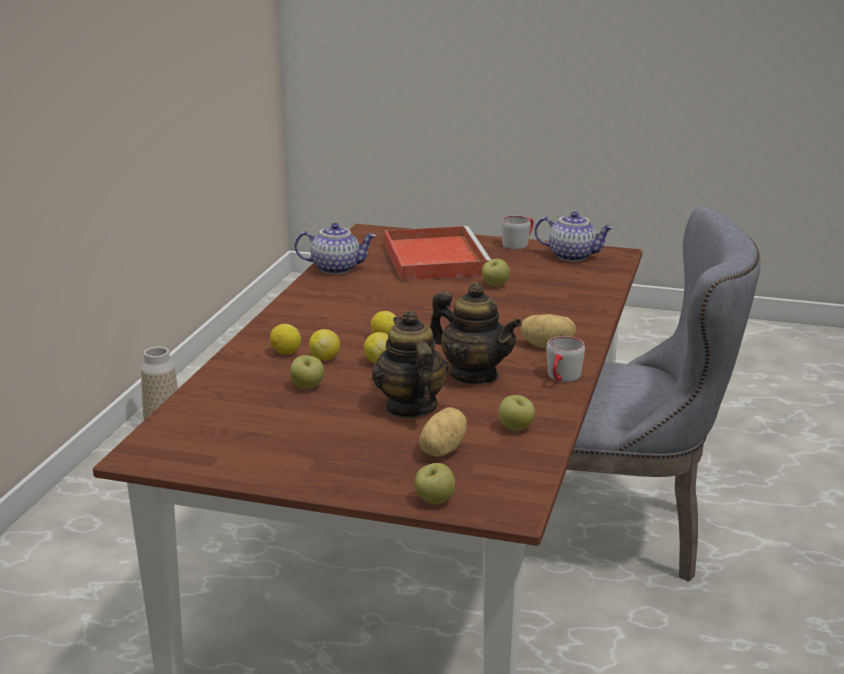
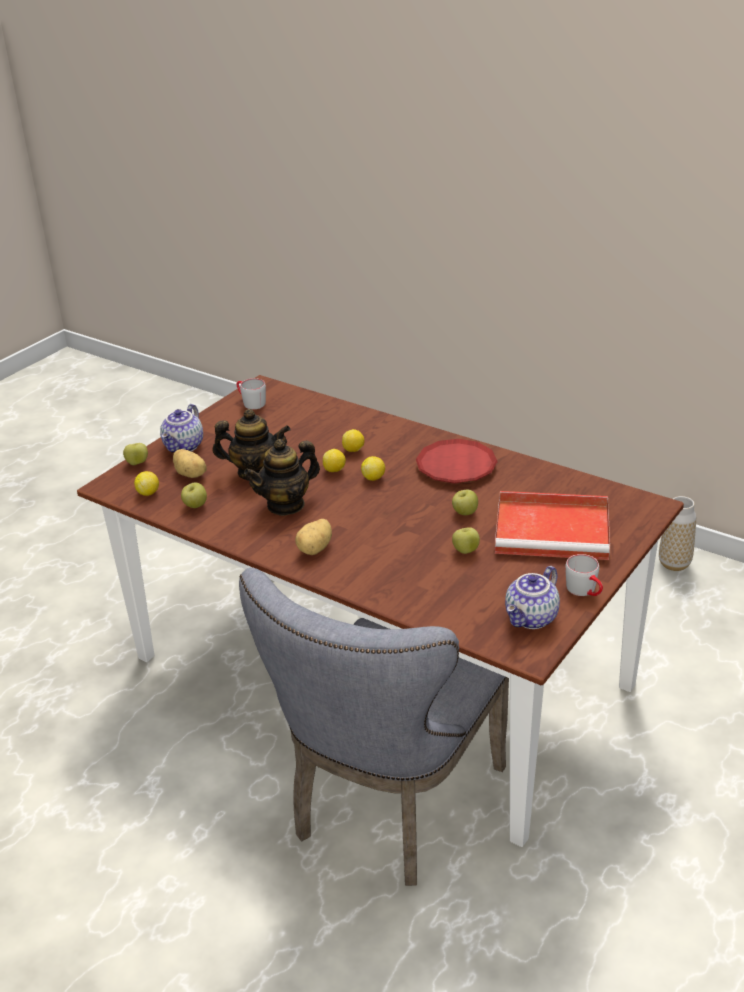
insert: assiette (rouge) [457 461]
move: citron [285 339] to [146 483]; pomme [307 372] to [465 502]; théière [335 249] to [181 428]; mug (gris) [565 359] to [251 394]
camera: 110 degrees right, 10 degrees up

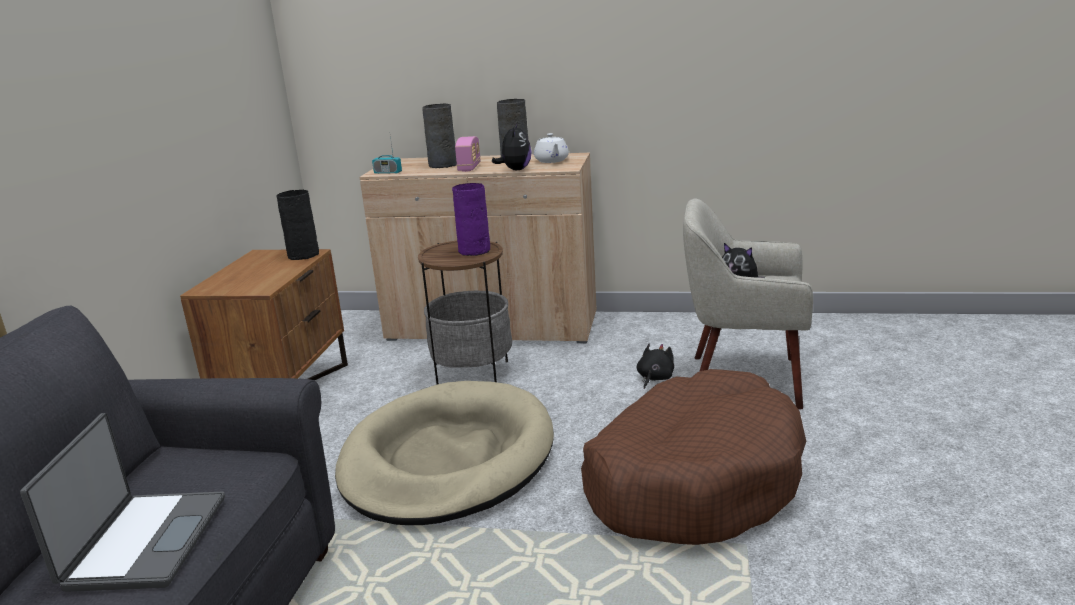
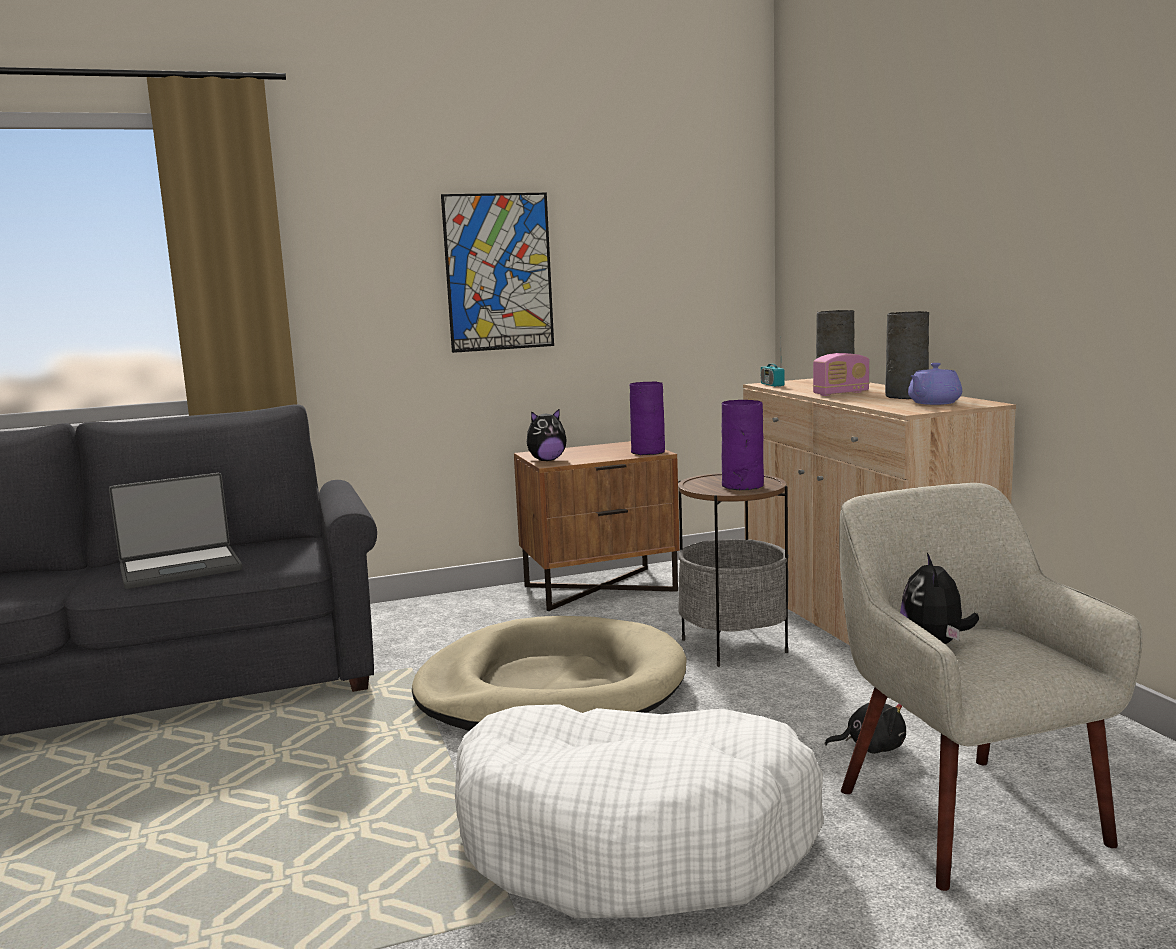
insert: tableau [497 272]
move: peluche [511 146] to [547 434]
recolor: vase (noir) [297 225] to vase (violet) [647 418]; théière (blanc) [551 148] to théière (violet) [935 384]; panier pour chien (marron) [693 457] to panier pour chien (blanc) [639 811]
camera: 60 degrees right, 10 degrees down

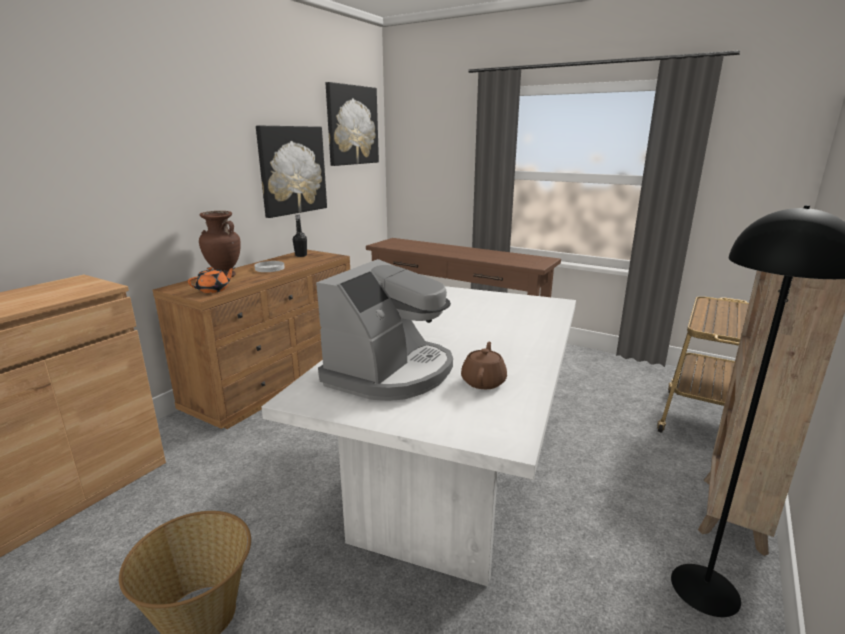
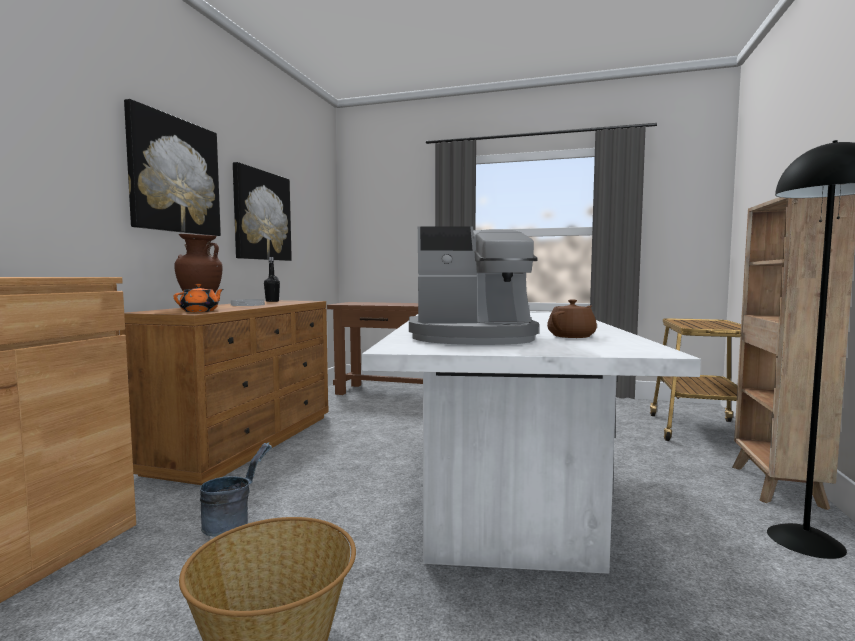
insert: seau (gris) [236 489]
move: tableau [352 124] to [172 167]
rotate: machine à café [384 330] = [474 285] 75 degrees clockwise; théière (marron) [484 365] = [572 318] 45 degrees clockwise
camera: 15 degrees left, 15 degrees down

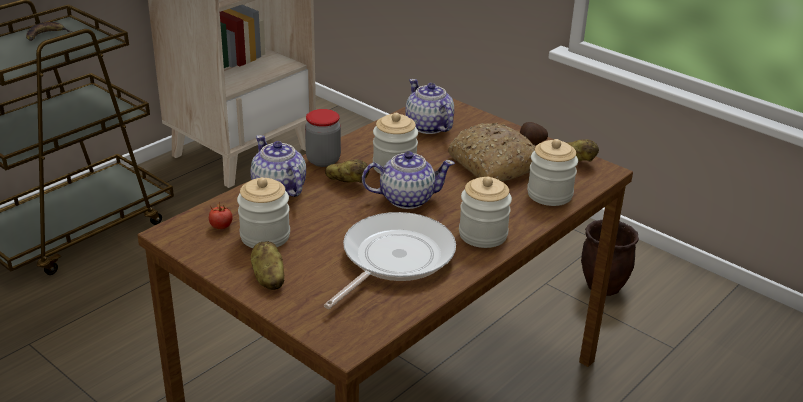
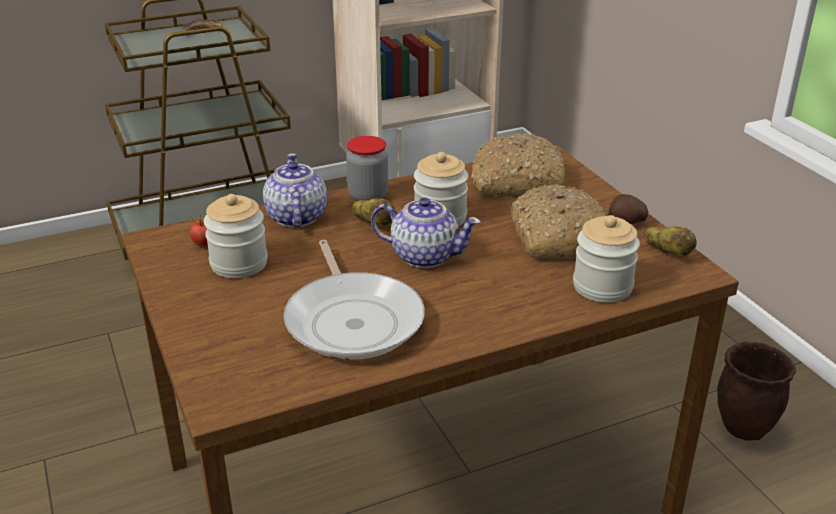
delete: pomme de terre [267 265]; bocal [485 212]
replace: théière [429 106] to pain [518 164]
rotate: poêle [390 260] = [354 300] 105 degrees clockwise
camera: 25 degrees right, 0 degrees up

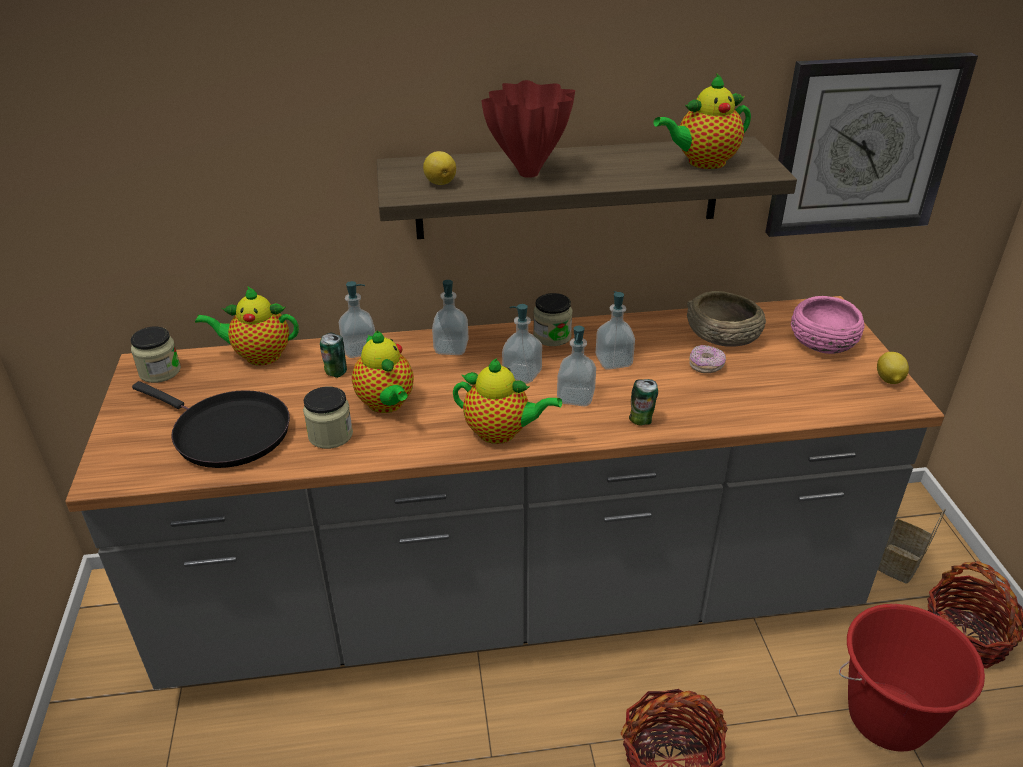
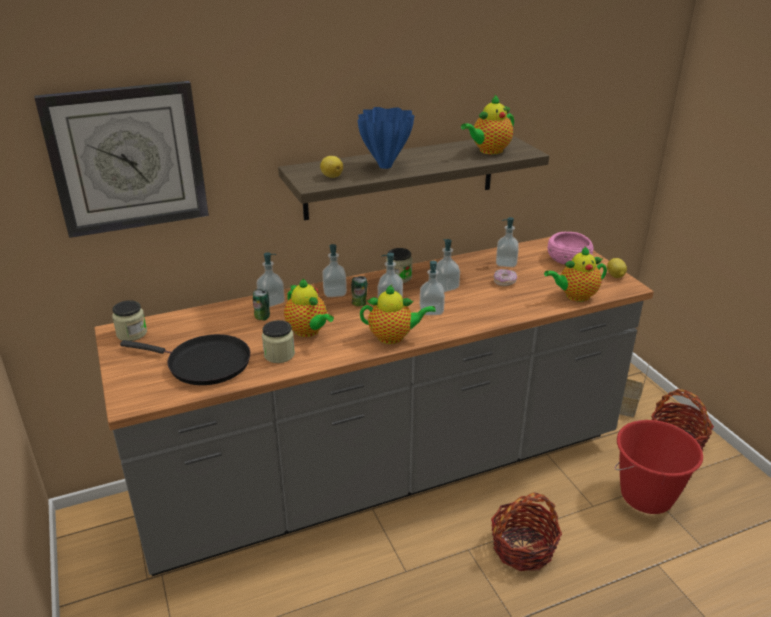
move: théière [247 325] to [575 274]; boîte métallique [643 402] to [359 291]; horloge murale [871 144] to [121 159]
replace: bol (beige) [726 319] to distributeur de savon [507 242]
recolor: vase (rouge) [528 129] to vase (bleu) [386 138]
camera: 15 degrees left, 5 degrees down

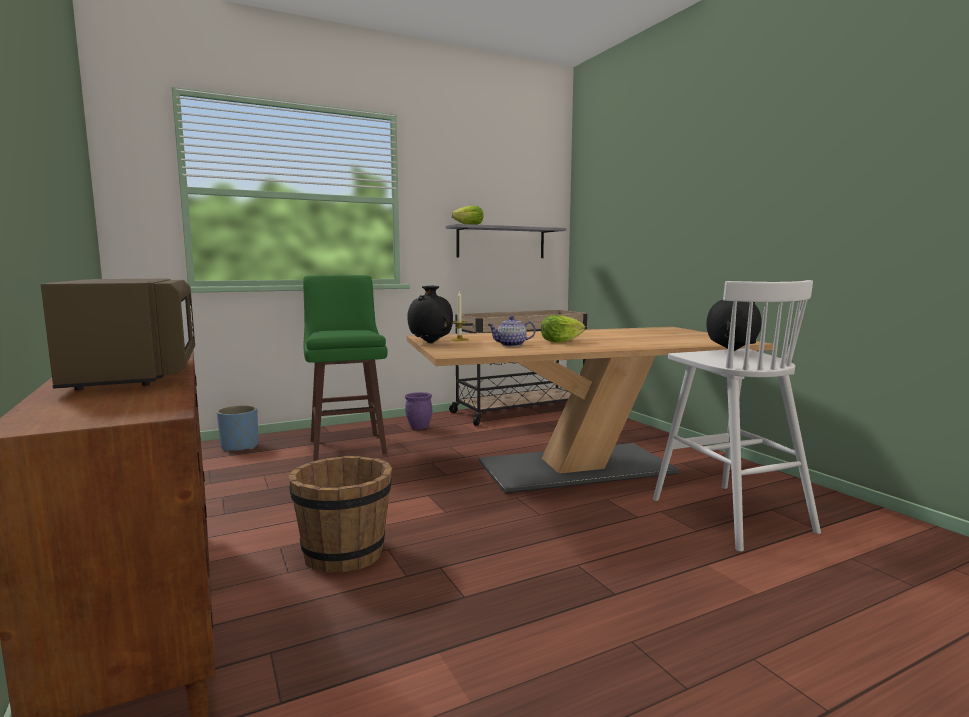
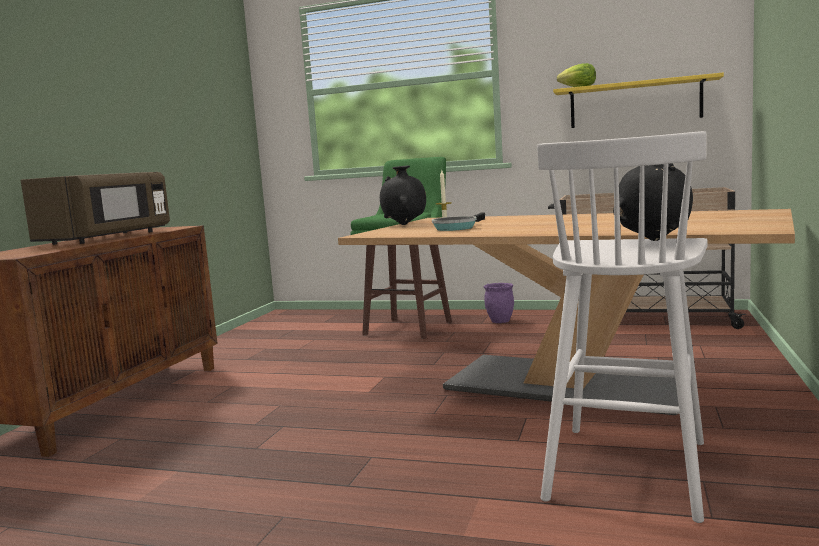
delete: cache-pot (bleu) [237 428]; seau (marron) [340 514]; laitue [563 329]
replace: théière [511 331] to poêle [458 221]
recolor: étagère (gris) [506 241] to étagère (jaune) [638 100]
camera: 45 degrees right, 0 degrees up

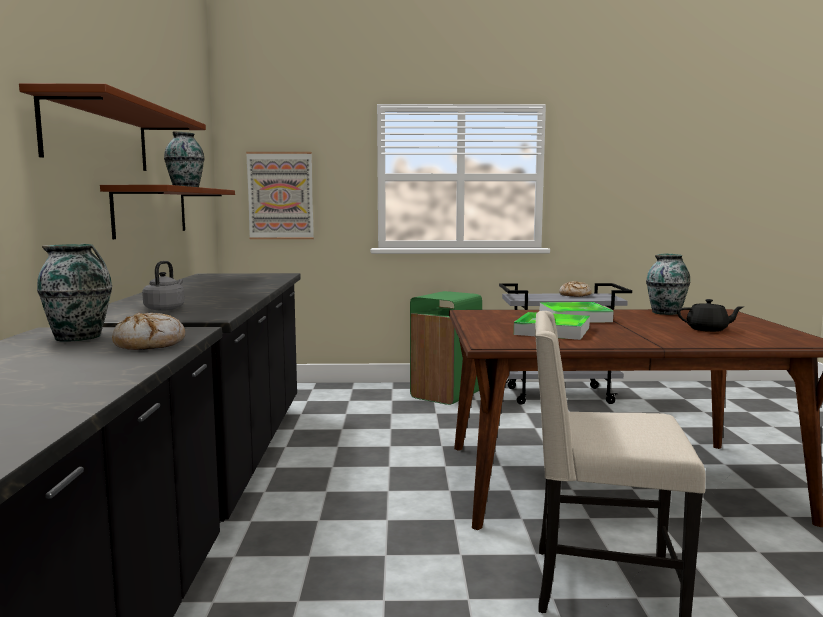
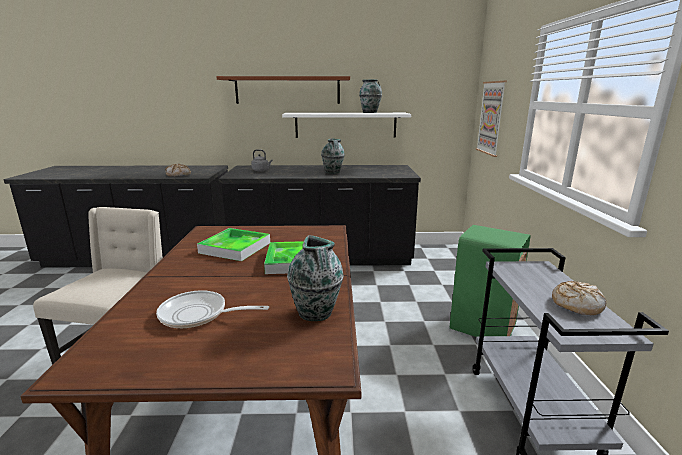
move: vase [74 293] to [333 155]
replace: théière (noir) [710 315] to poêle [212 309]
recolor: étagère (marron) [167 212] to étagère (blanc) [346 125]
camera: 90 degrees right, 10 degrees up

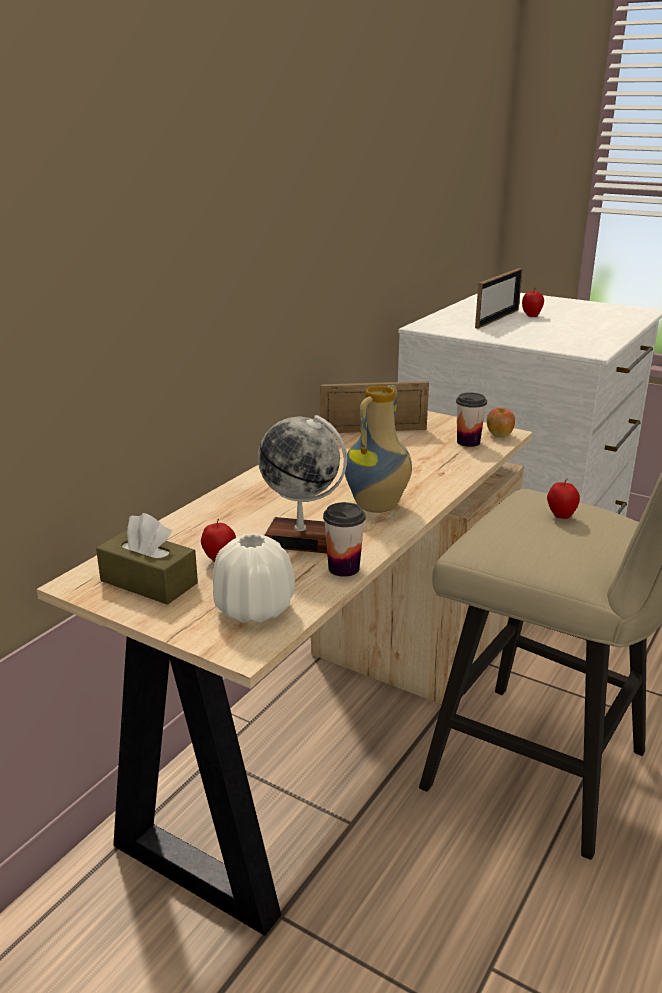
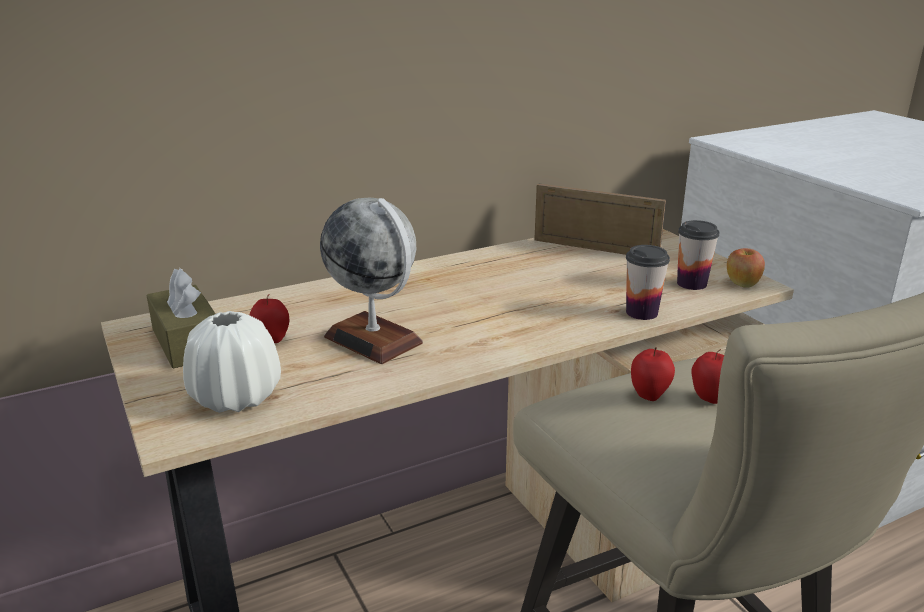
delete: vase [378 449]; cadre photo [498 298]
move: tasse [344 539] to [648 282]; pomme [533 303] to [653 374]
camera: 30 degrees right, 0 degrees up

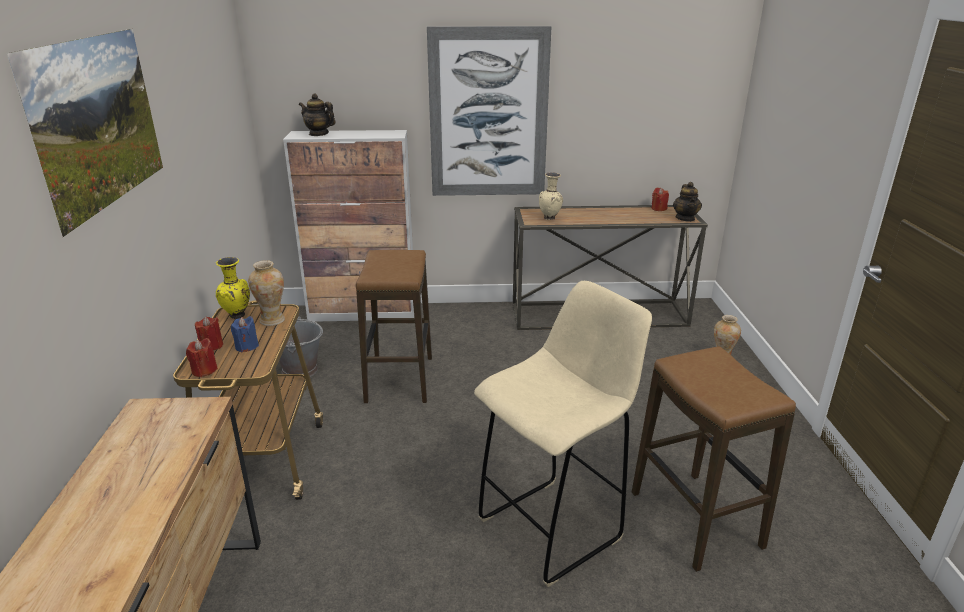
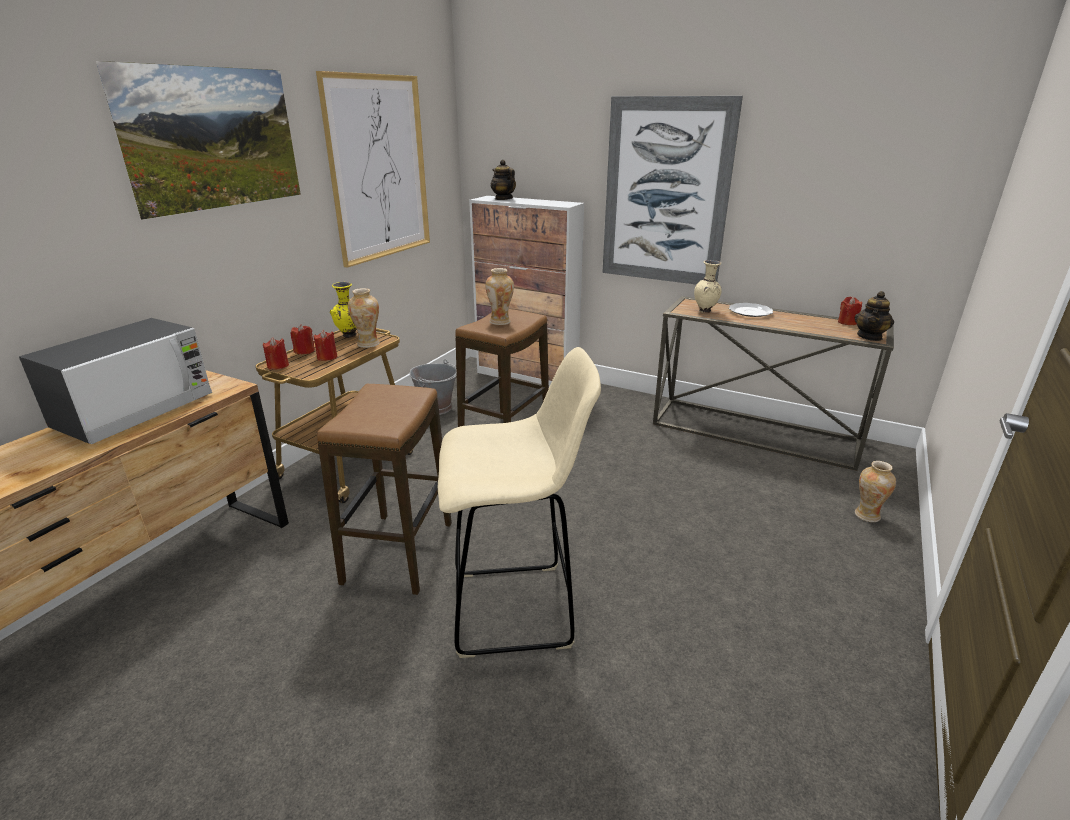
insert: micro-ondes [115 381]; tableau [373 169]; vase [499 296]; assiette [751 310]
move: tabouret [714 459] to [384 489]
recolor: bougie (bleu) [245 334] to bougie (rouge) [326 345]
camera: 30 degrees right, 0 degrees up

